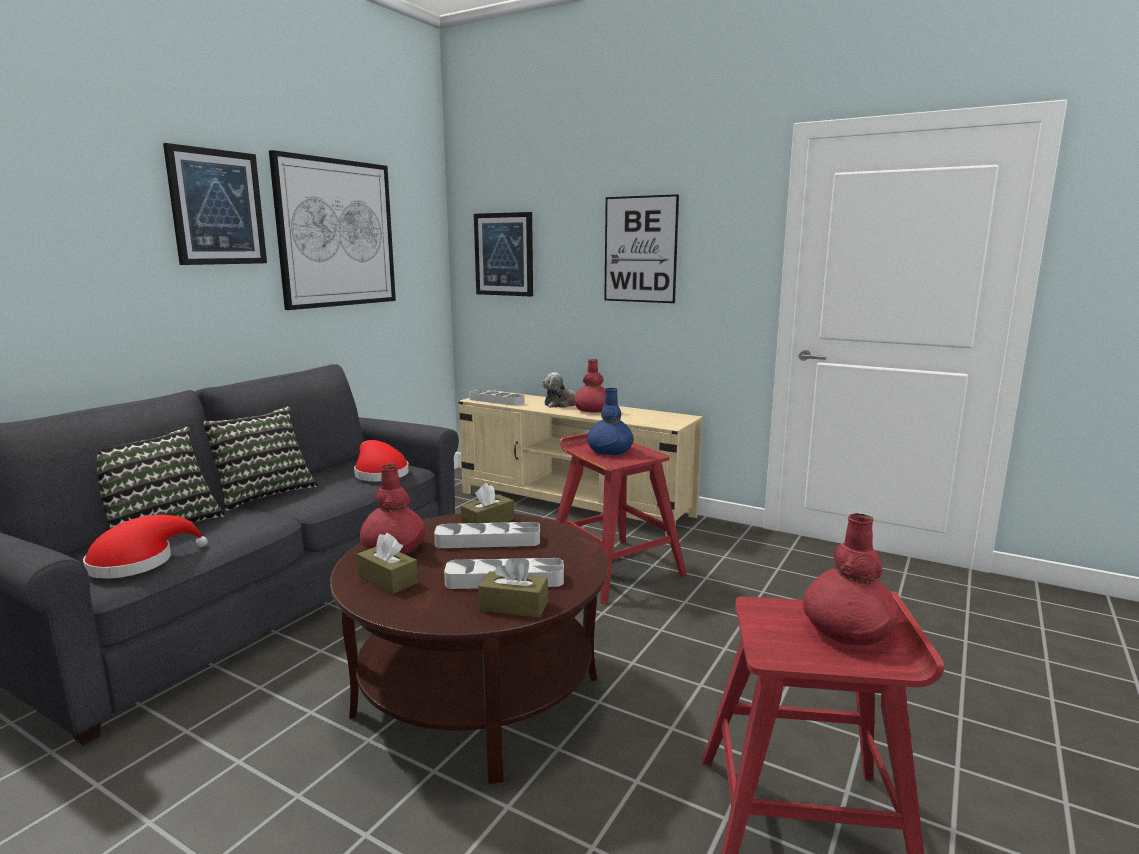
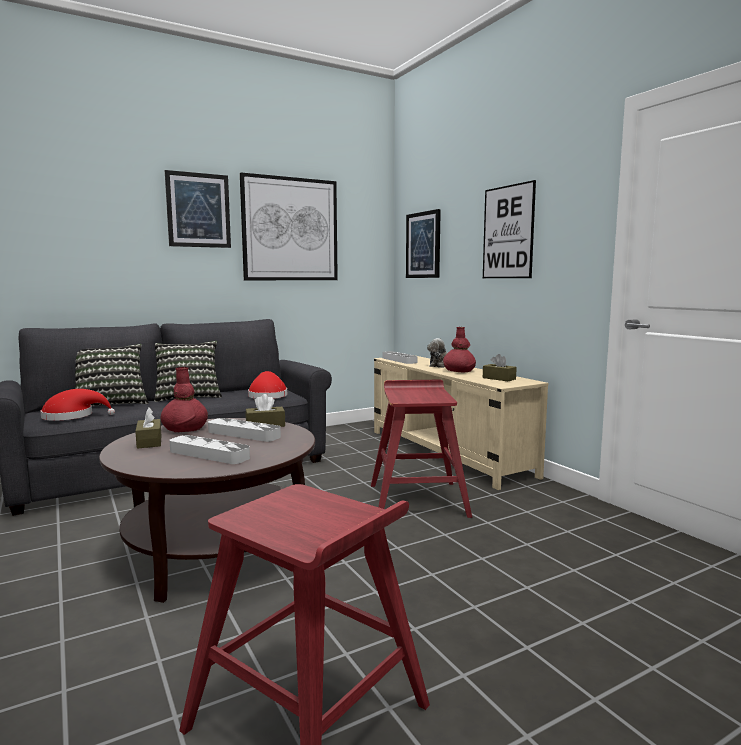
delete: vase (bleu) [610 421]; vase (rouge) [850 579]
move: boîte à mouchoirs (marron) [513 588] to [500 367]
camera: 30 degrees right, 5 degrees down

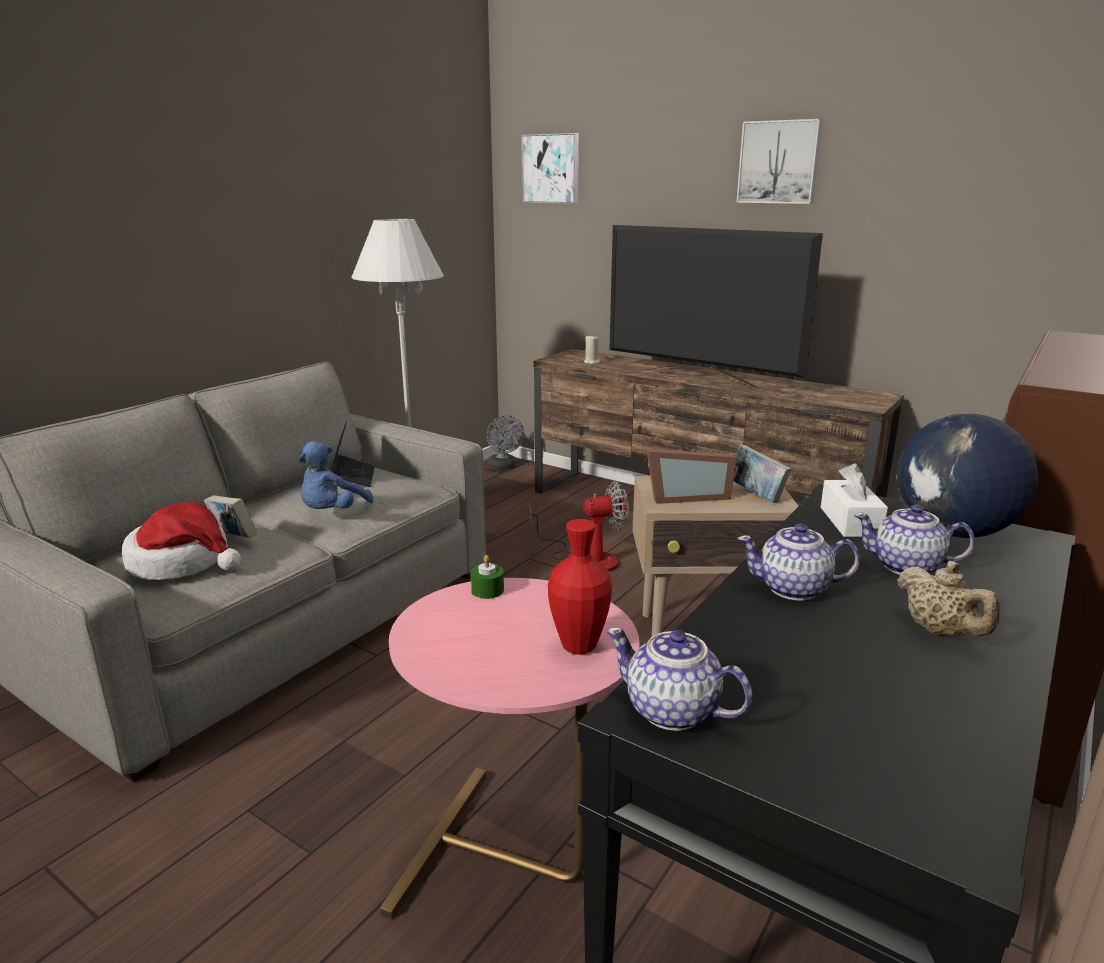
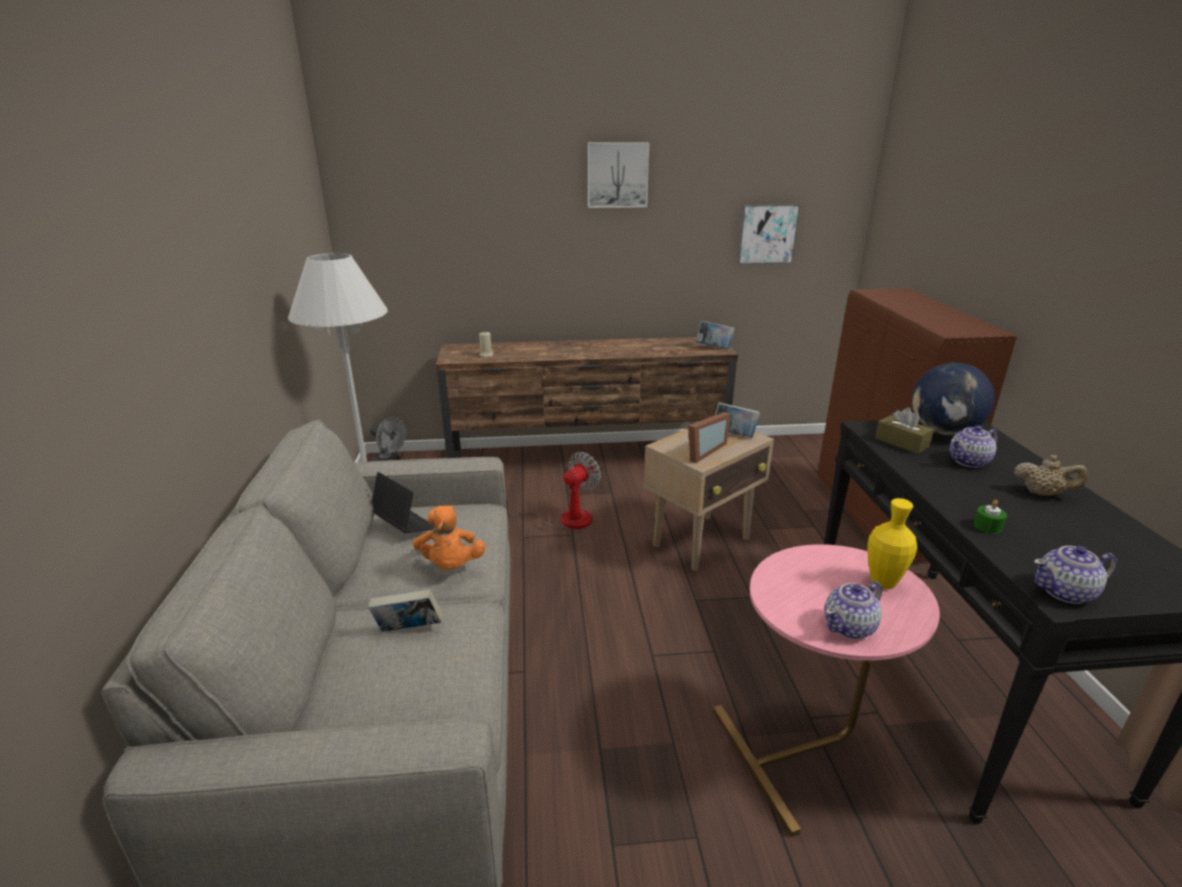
delete: chapeau [181 541]; téléviseur [716 307]
insert: livre [715 335]
move: bougie (vert) [487 577] to [990 517]; tableau [550 168] to [769 234]; théière [798 562] to [853 610]
recolor: peluche (bleu) [336 475] to peluche (orange) [449 537]; vase (rouge) [580 587] to vase (jaune) [892 543]; boîte à mouchoirs (blanc) [854 500] to boîte à mouchoirs (marron) [904 430]
camera: 40 degrees left, 5 degrees up

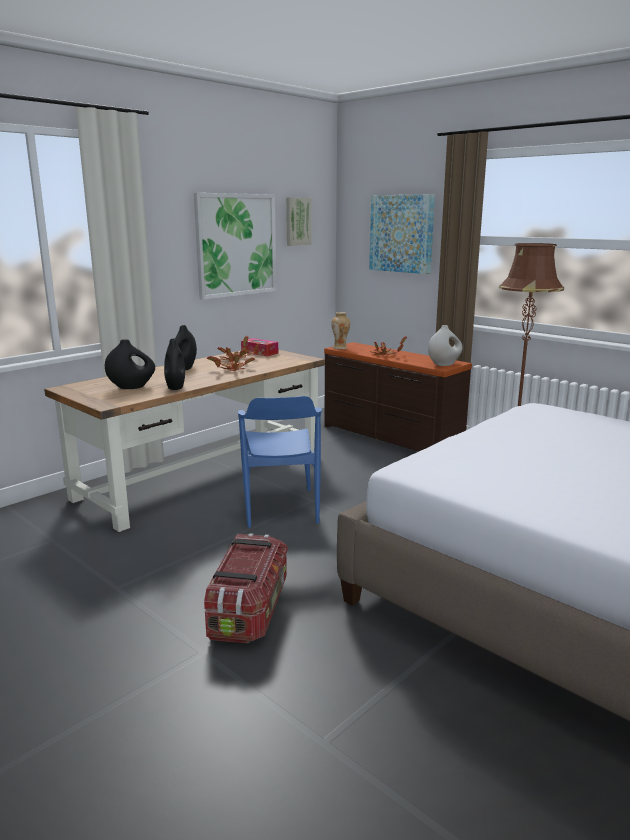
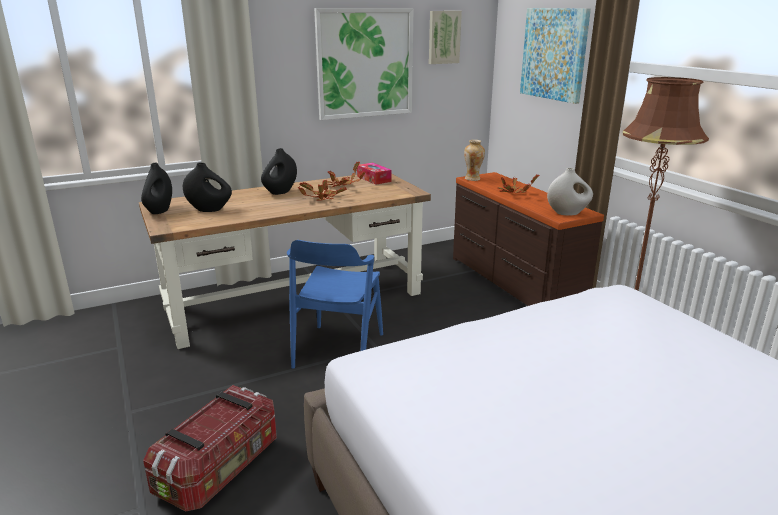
move: vase (noir) [174 364] to [156 188]
camera: 20 degrees right, 5 degrees up

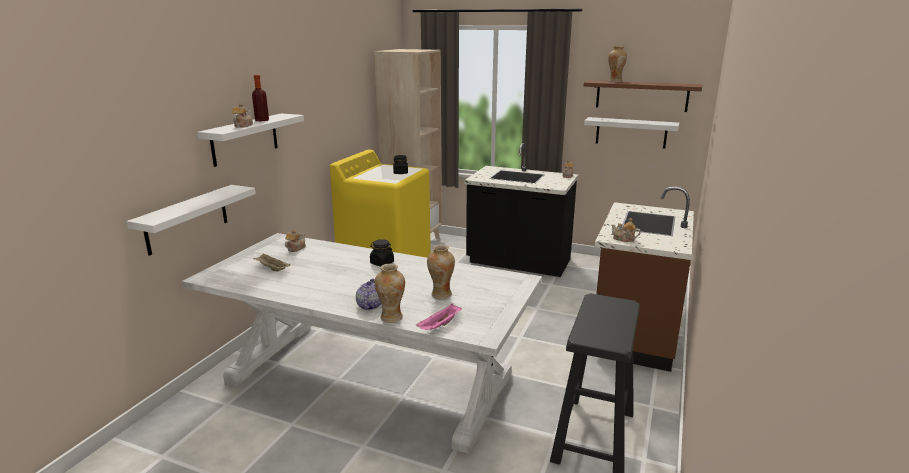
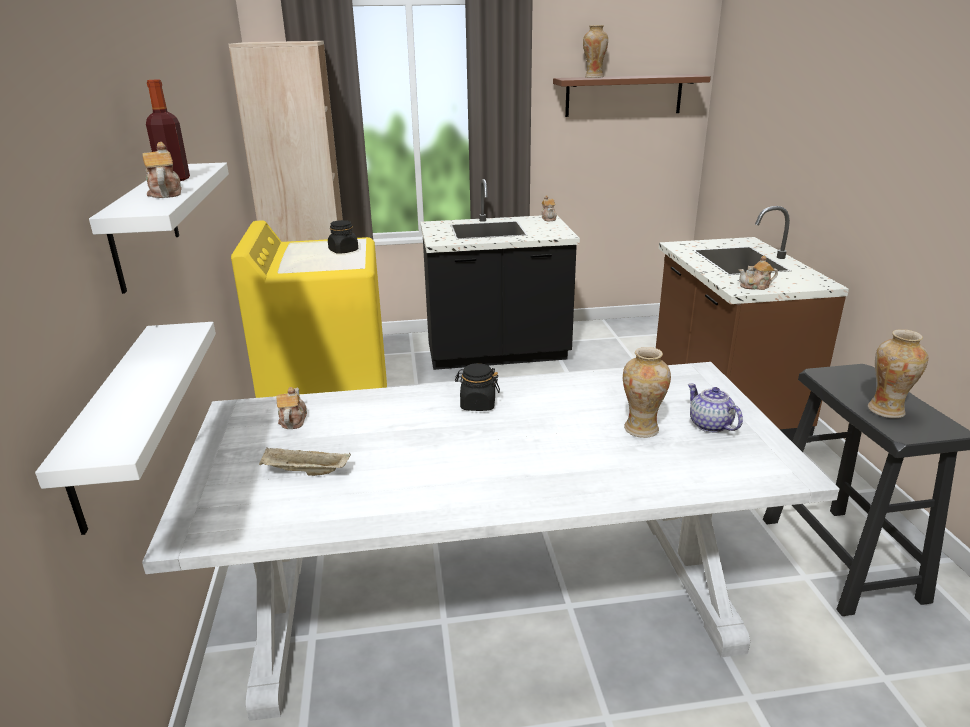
delete: plateau (rose) [438 316]; étagère (blanc) [631 133]
move: théière [368 294] to [715 408]; vase [390 293] to [898 373]
camera: 30 degrees left, 5 degrees up

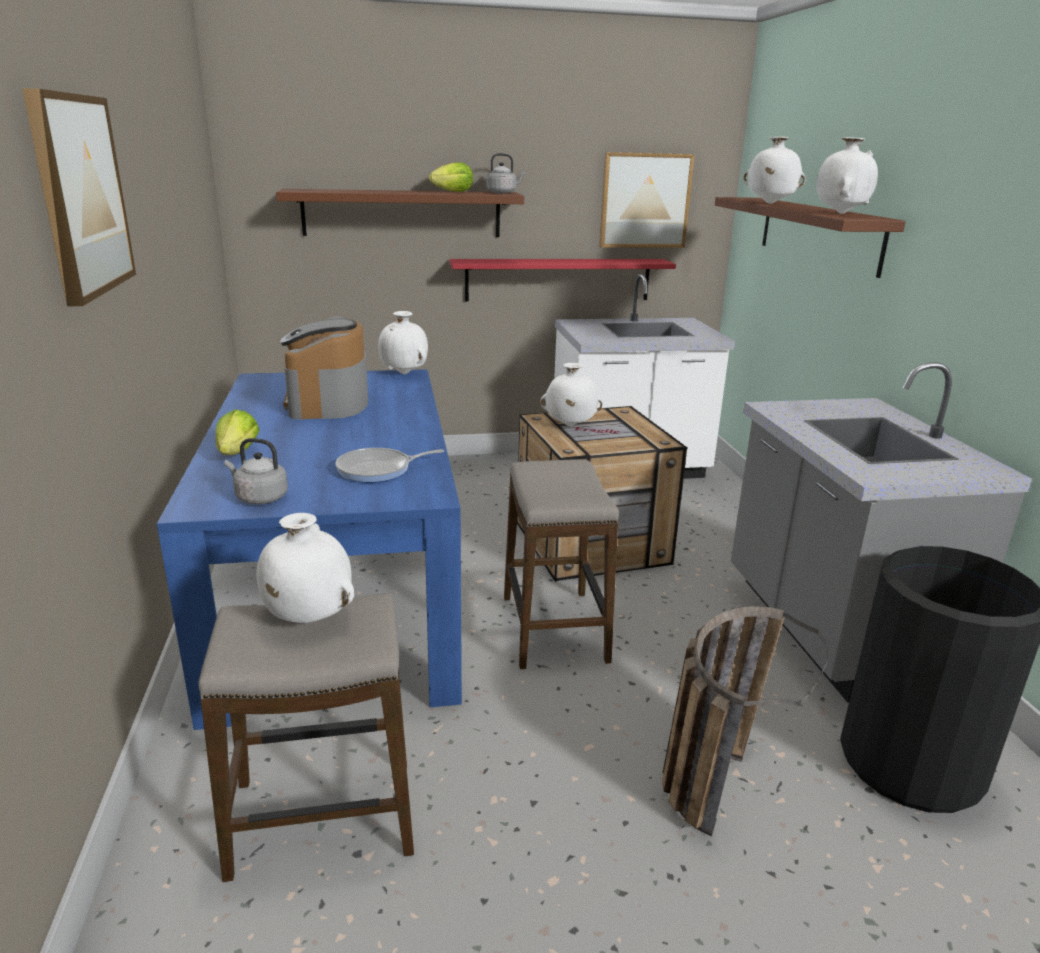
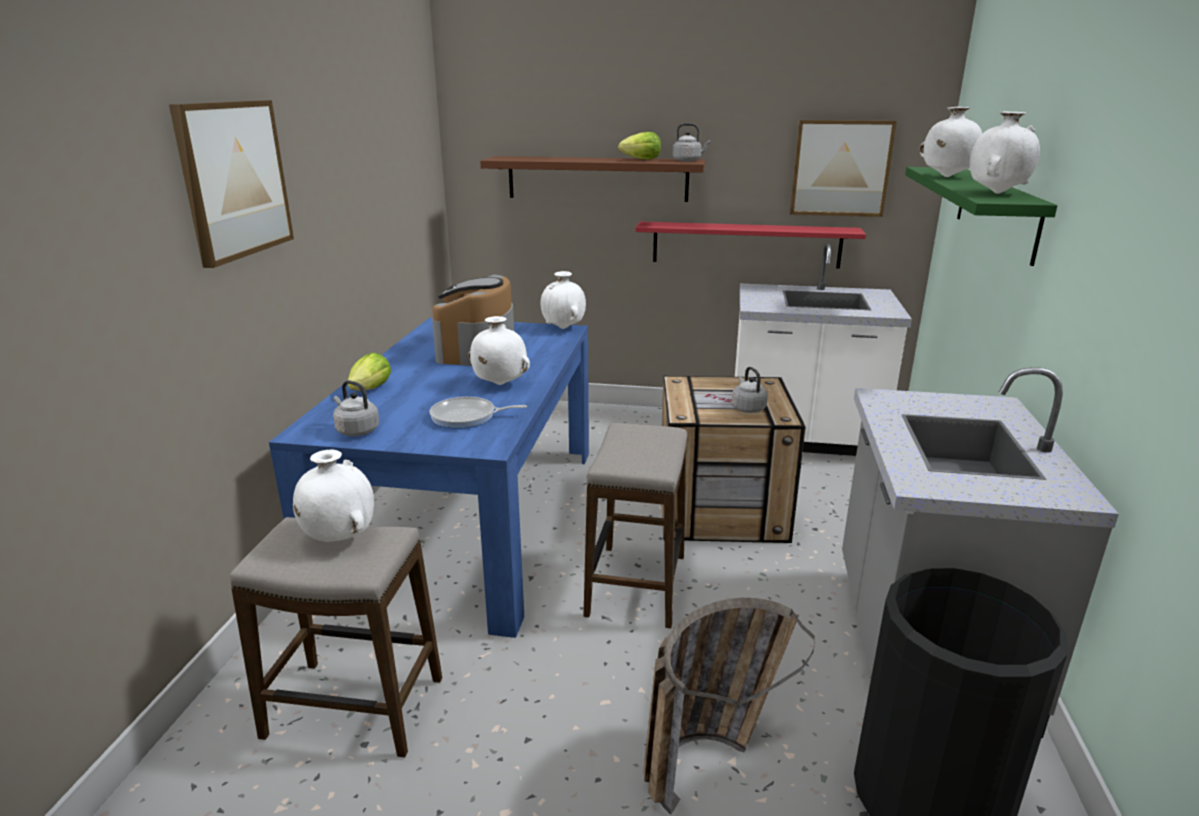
insert: bouilloire (gris) [750 390]
move: vase (blanc) [571 394] to [499 350]
recolor: étagère (marron) [810 237] to étagère (vert) [981 216]
camera: 20 degrees right, 0 degrees up

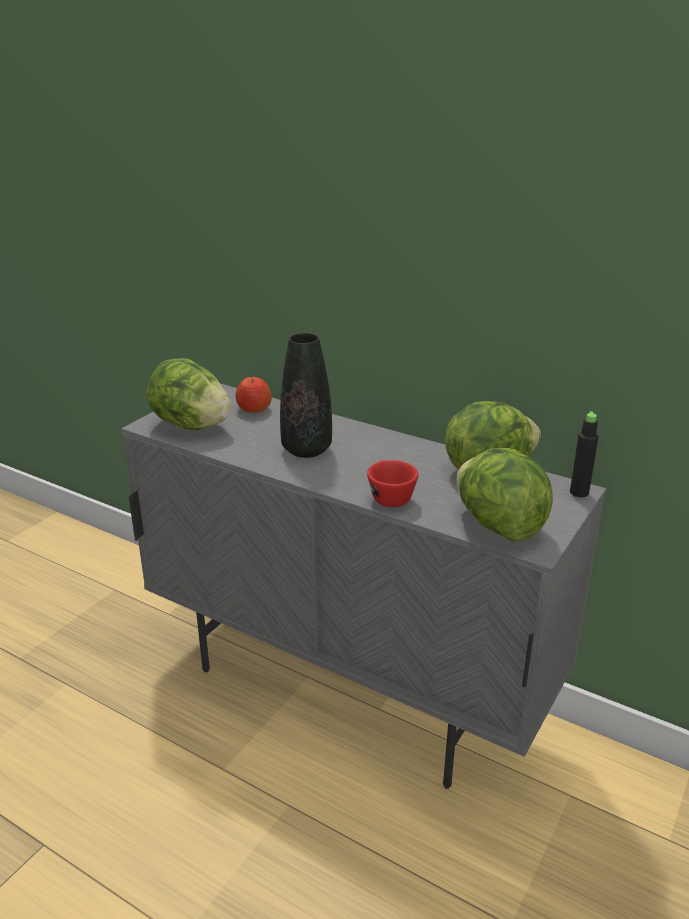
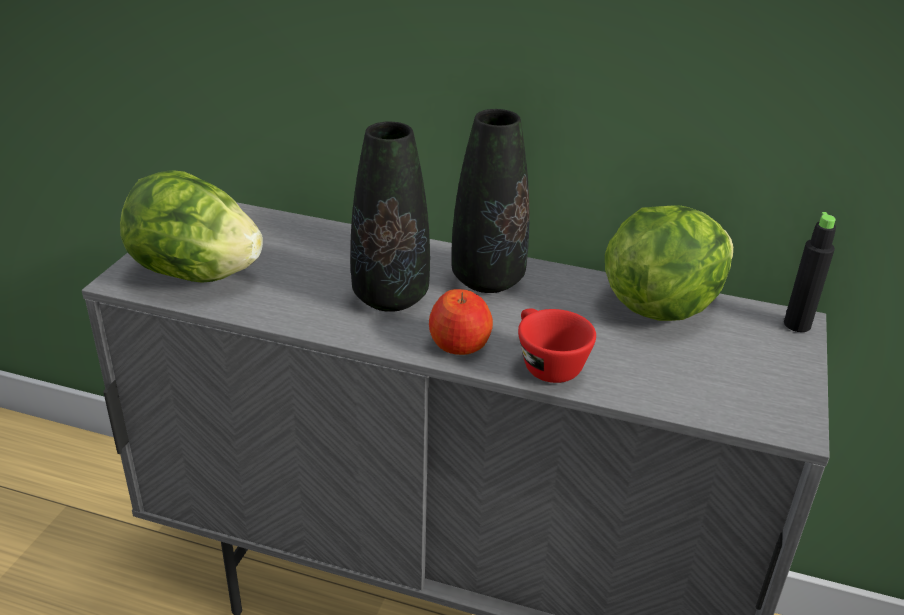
delete: laitue [505 495]
insert: vase (noir) [490 201]
move: pomme [253 395] to [461 322]
camera: 15 degrees left, 5 degrees up

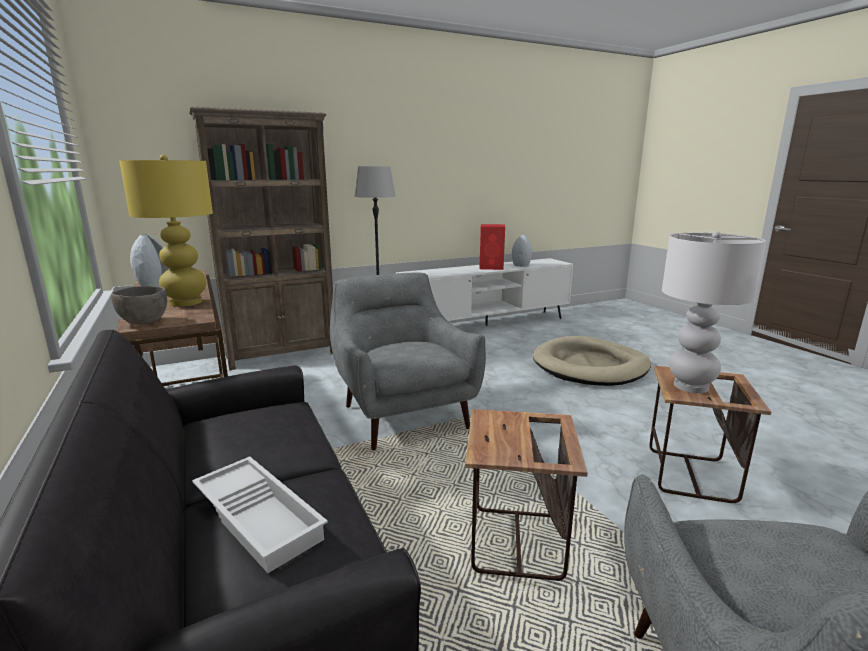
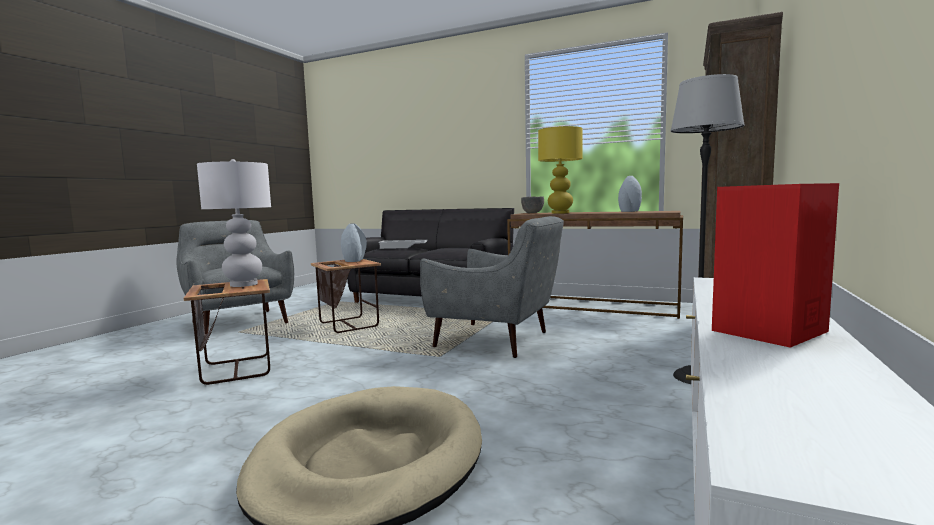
move: vase (gris) [522 251] to [354 242]
camera: 140 degrees right, 10 degrees down

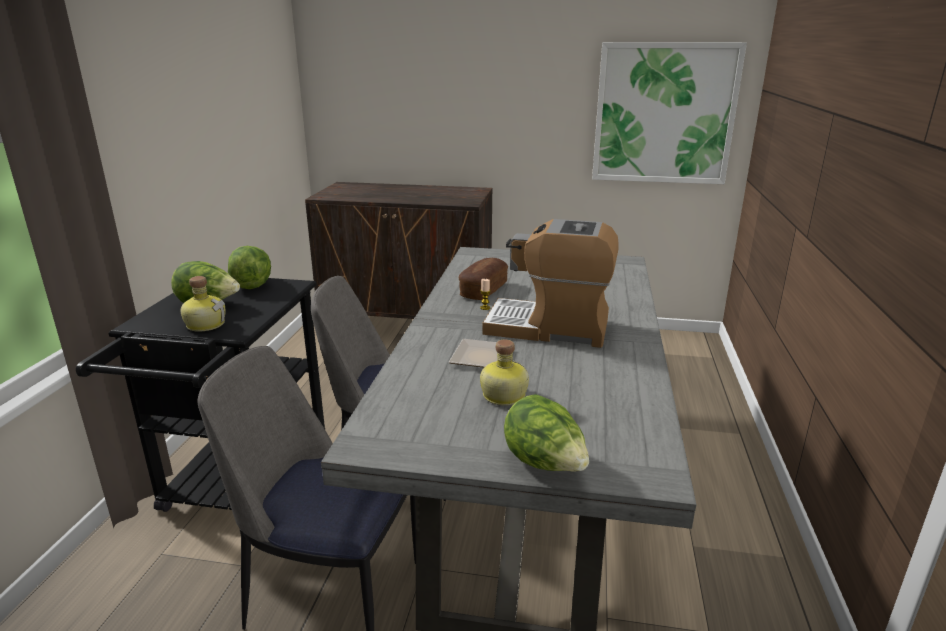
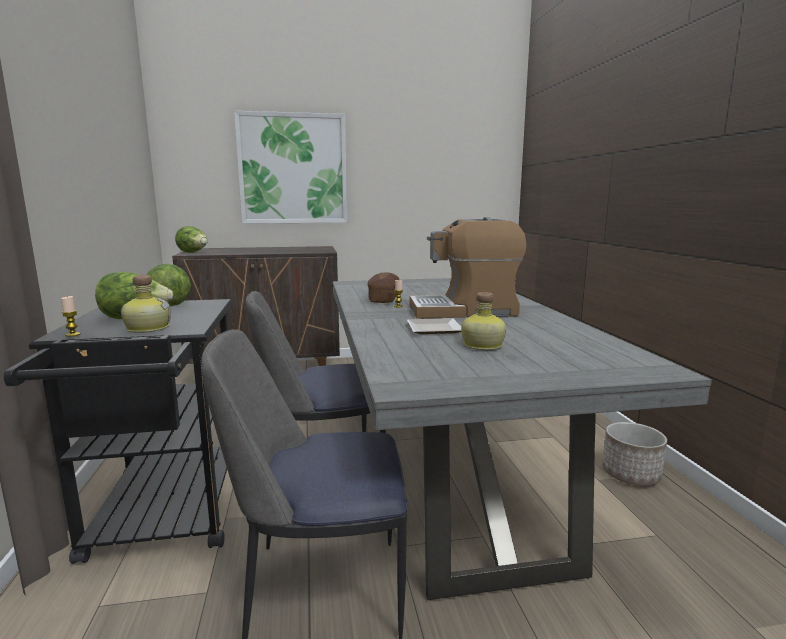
insert: bougie [71 316]; cache-pot [634 454]
move: laitue [546 433] to [191 239]; tableau [669 113] to [290 167]
camera: 20 degrees left, 10 degrees down

